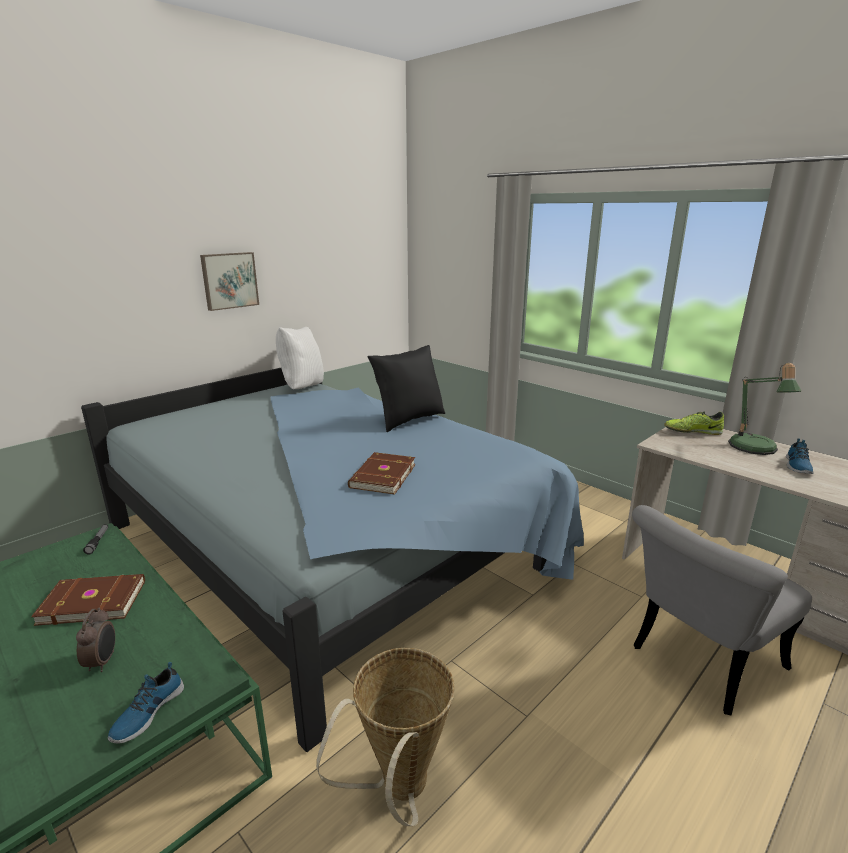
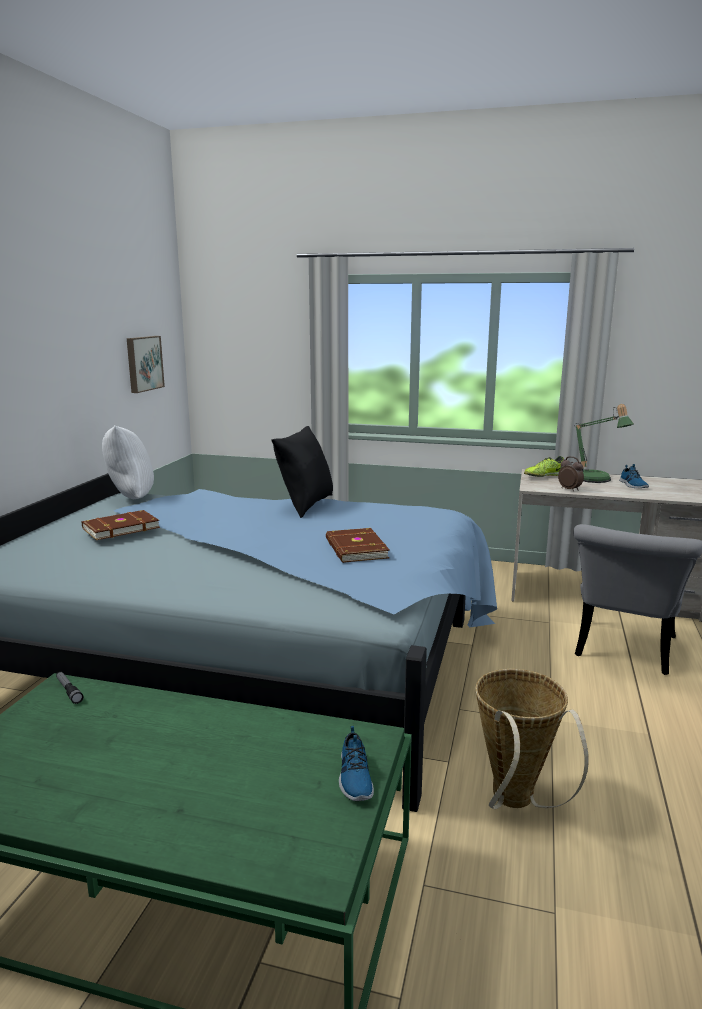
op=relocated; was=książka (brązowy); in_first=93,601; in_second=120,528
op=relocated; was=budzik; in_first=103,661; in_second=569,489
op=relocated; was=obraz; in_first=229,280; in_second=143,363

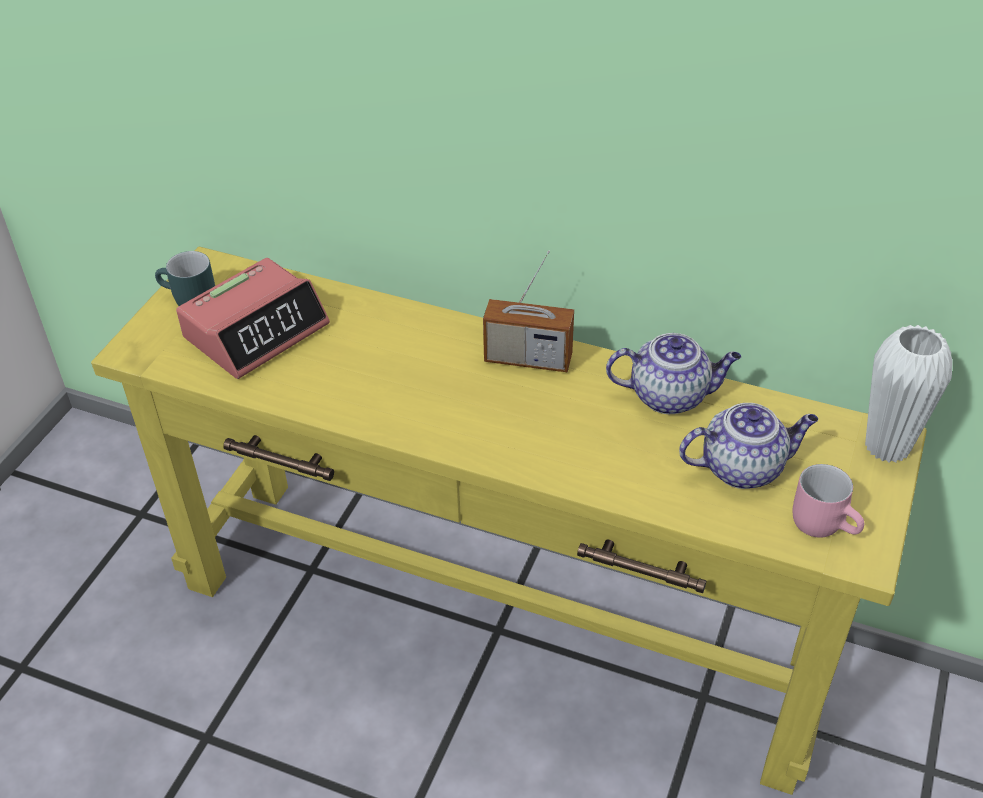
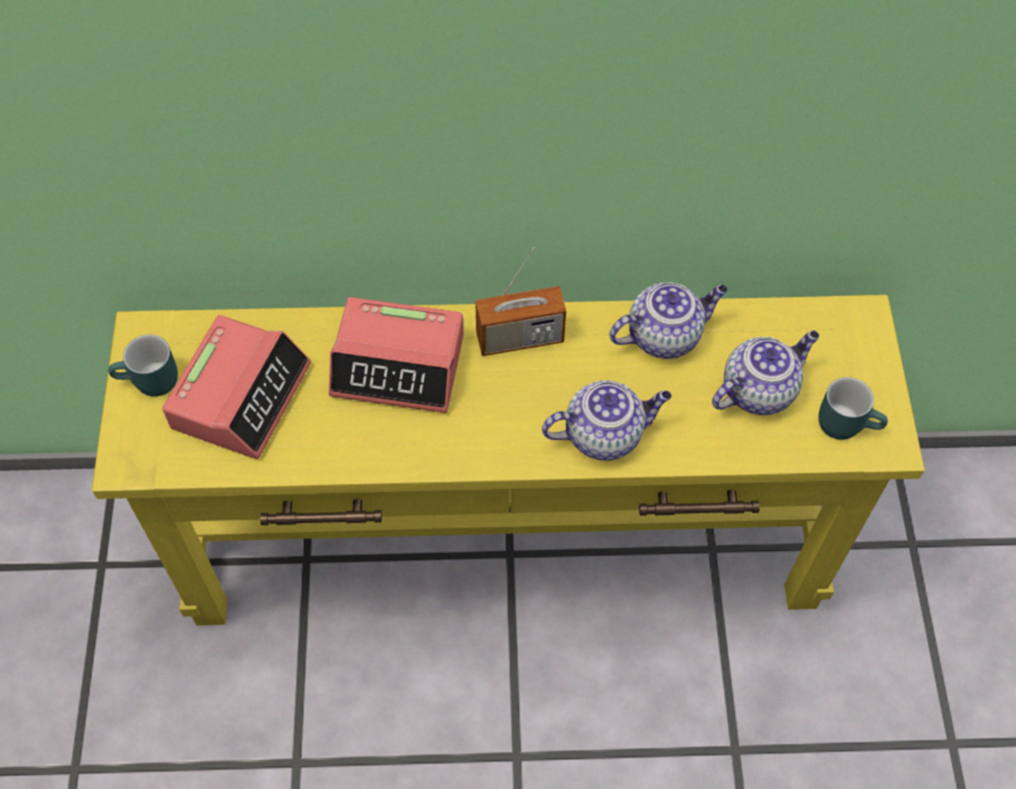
op=missing; was=wazon (biały); in_first=887,447
op=appeared; now=budzik; in_second=399,365
op=appeared; now=imbryk; in_second=604,434
op=colour; was=kubek (różowy); now=kubek (turkusowy); in_first=825,523; in_second=847,422

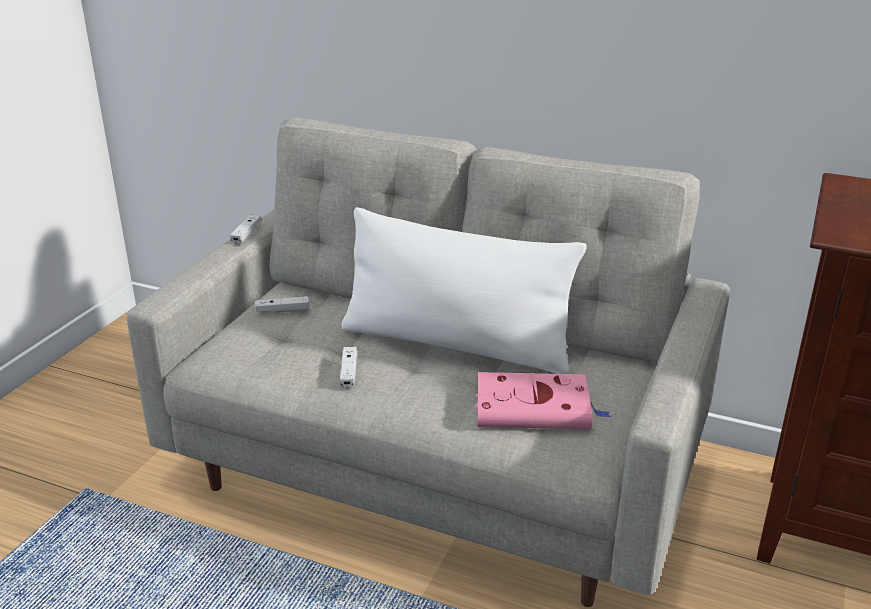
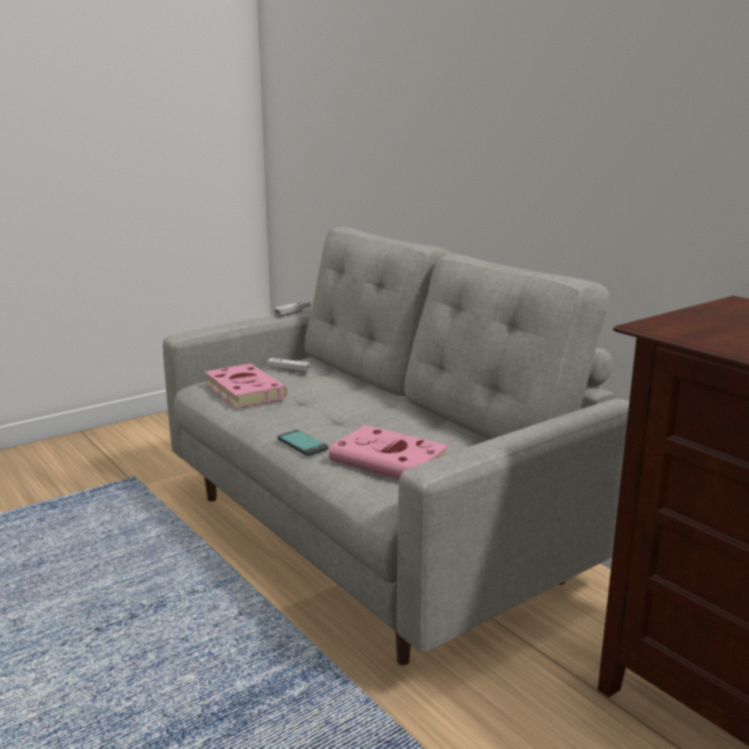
op=missing; was=pad do gier (biały); in_first=348,373
op=missing; was=poduszka (biały); in_first=456,344
op=appeared; now=książka (różowy); in_second=243,391
op=appeared; now=telefon; in_second=302,444

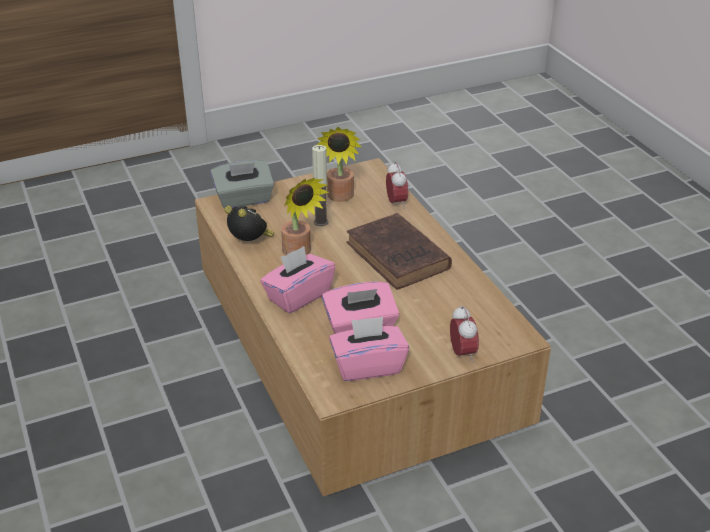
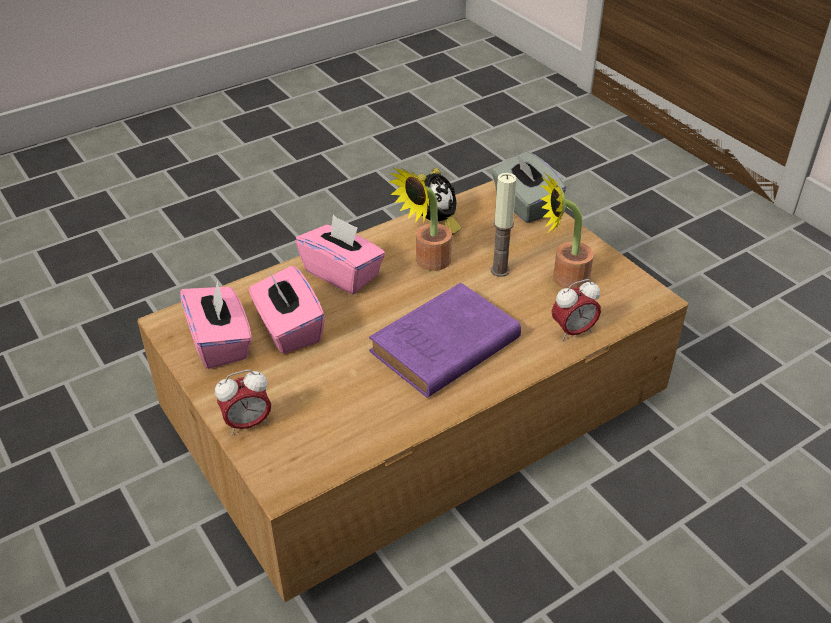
op=colour; was=książka (brązowy); now=książka (fioletowy); in_first=399,257; in_second=442,347

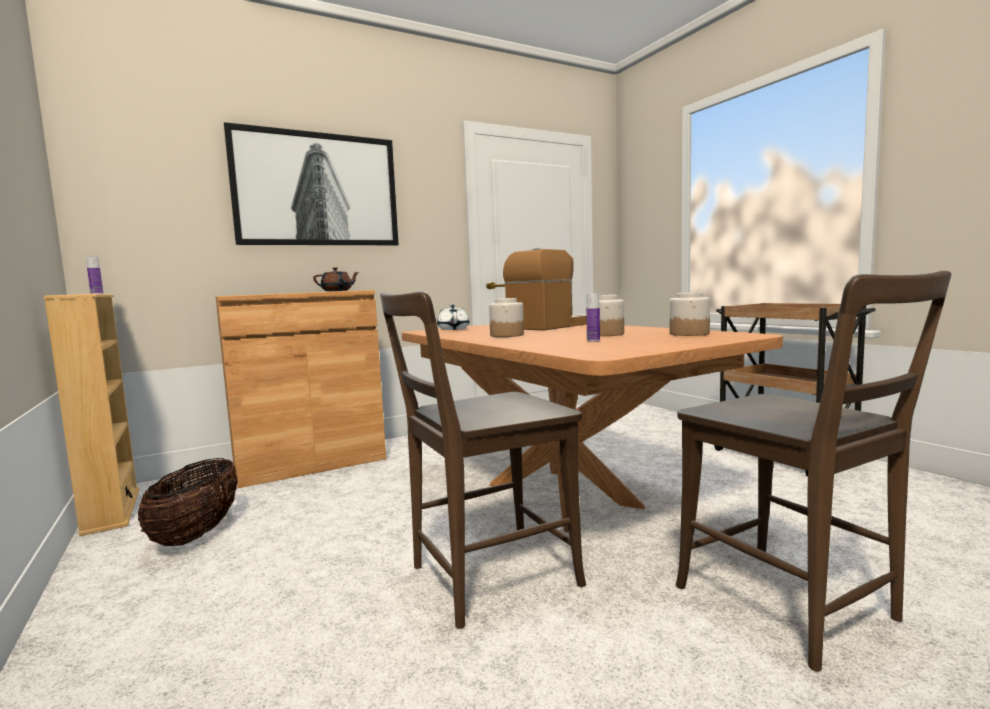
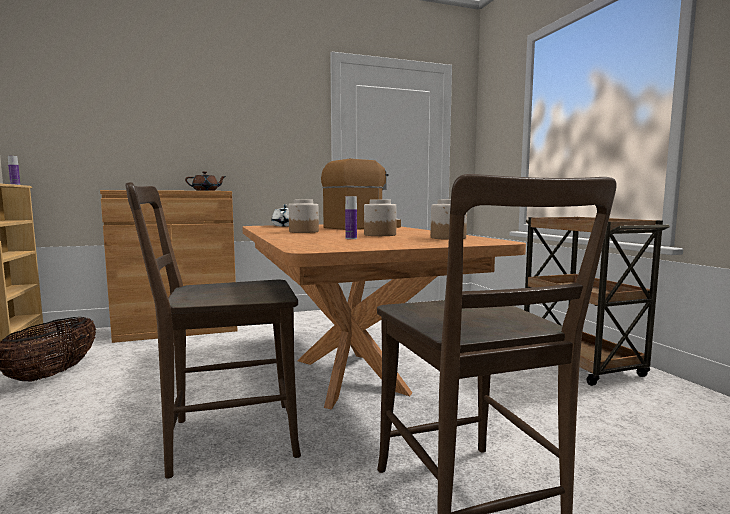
op=missing; was=obraz; in_first=317,190

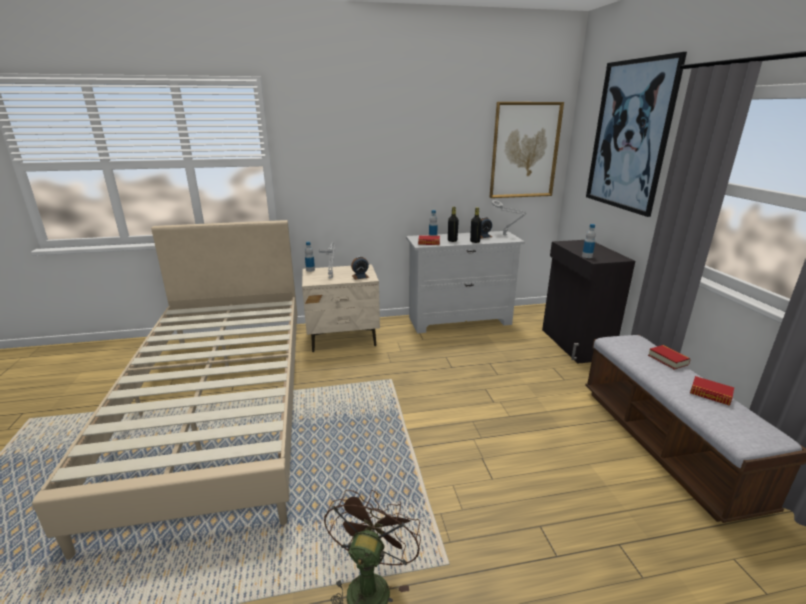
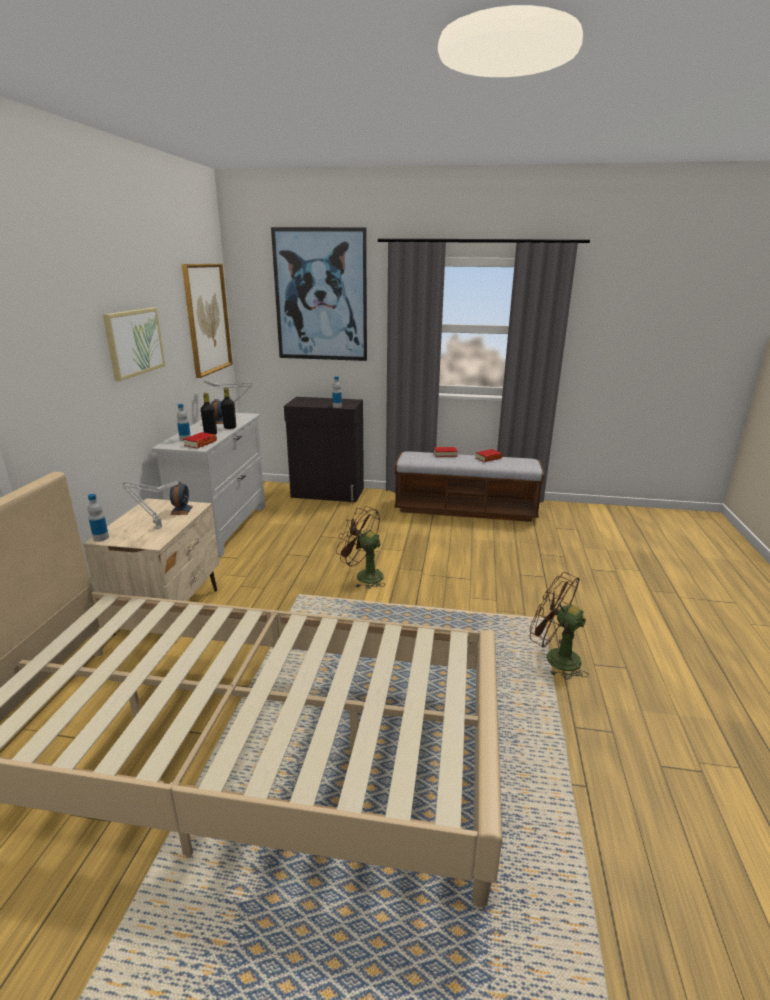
op=appeared; now=obraz; in_second=134,342
op=appeared; now=wentylator (brązowy); in_second=363,576

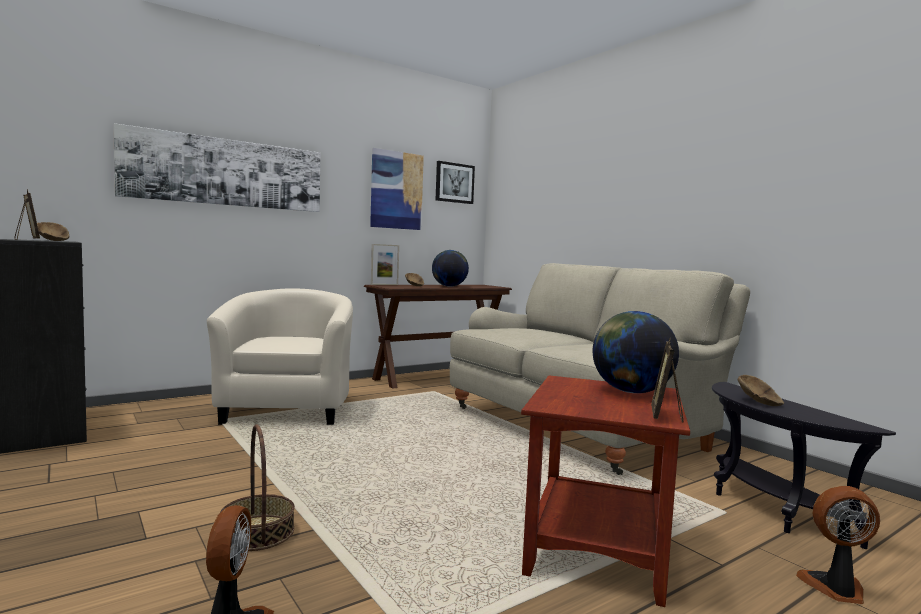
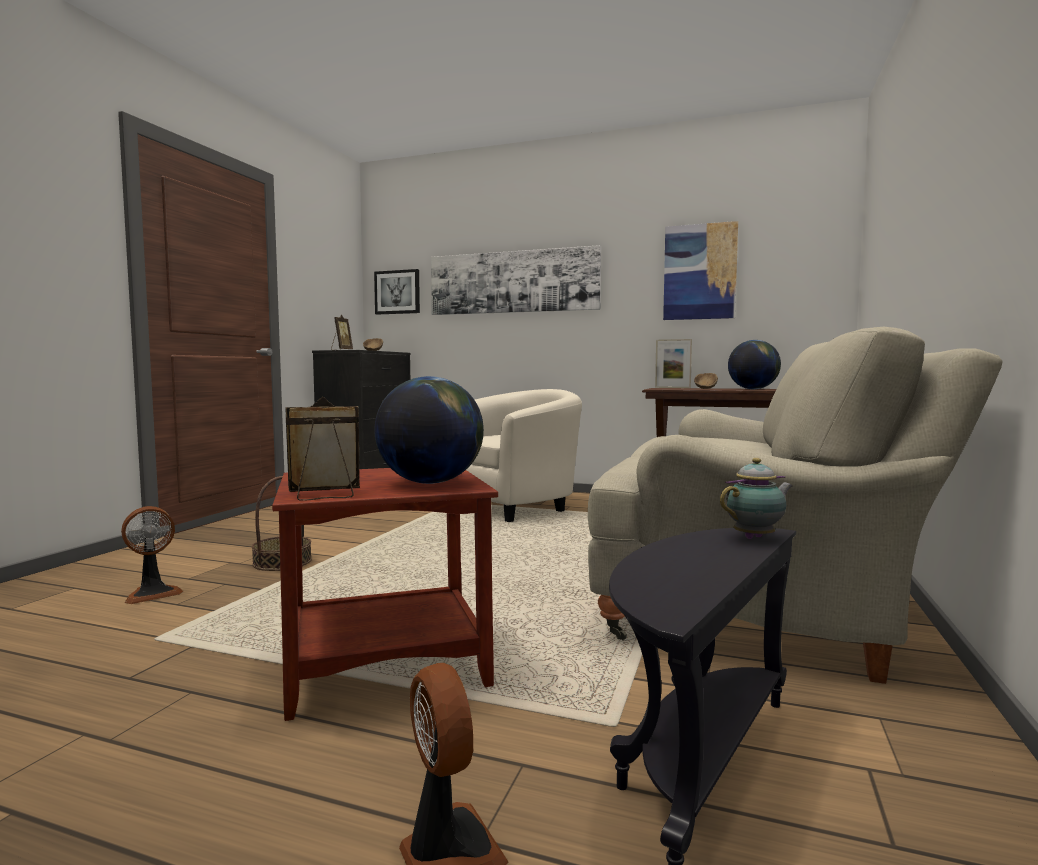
op=missing; was=miska (brązowy); in_first=759,402
op=appeared; now=imbryk; in_second=756,537
op=relocated; was=obraz; in_first=454,183; in_second=397,292

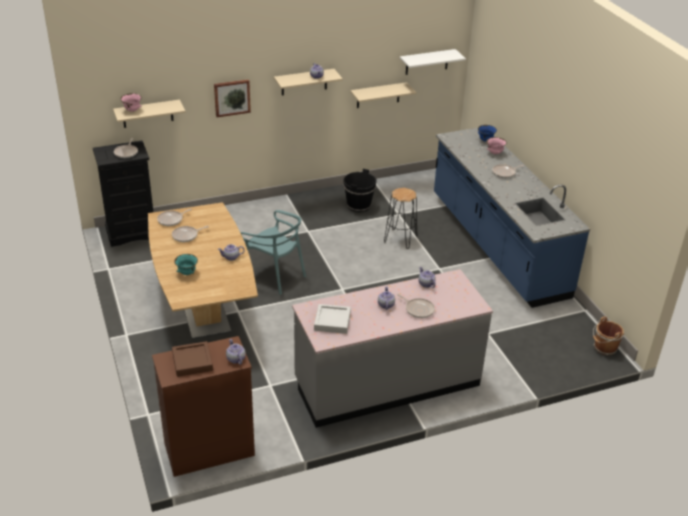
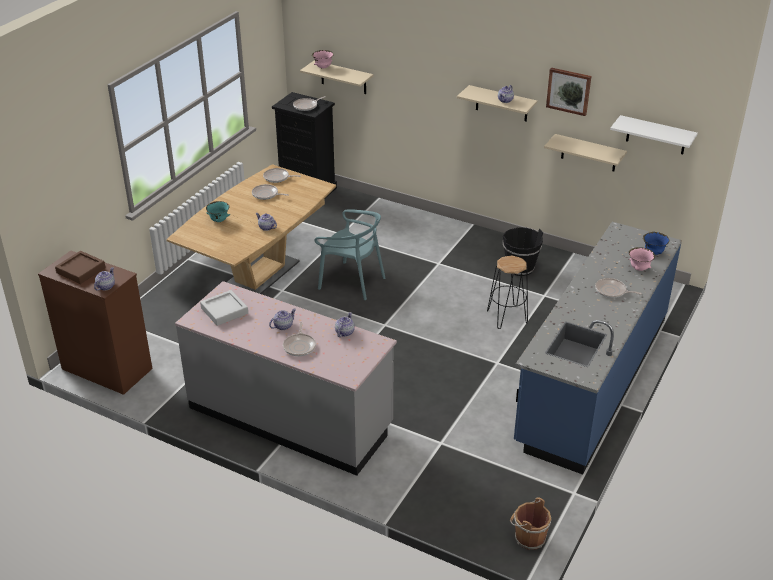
op=relocated; was=obraz; in_first=232,97; in_second=569,91
op=spun; was=krzesło (turkusowy); in_first=275,276; in_second=352,282; clockwise=-60

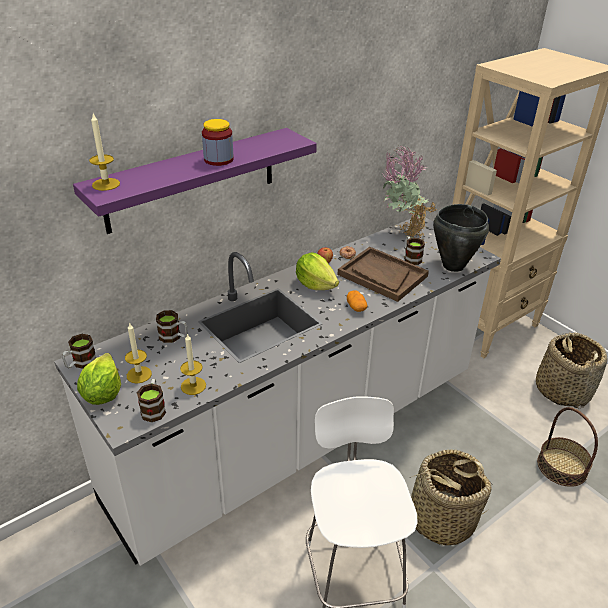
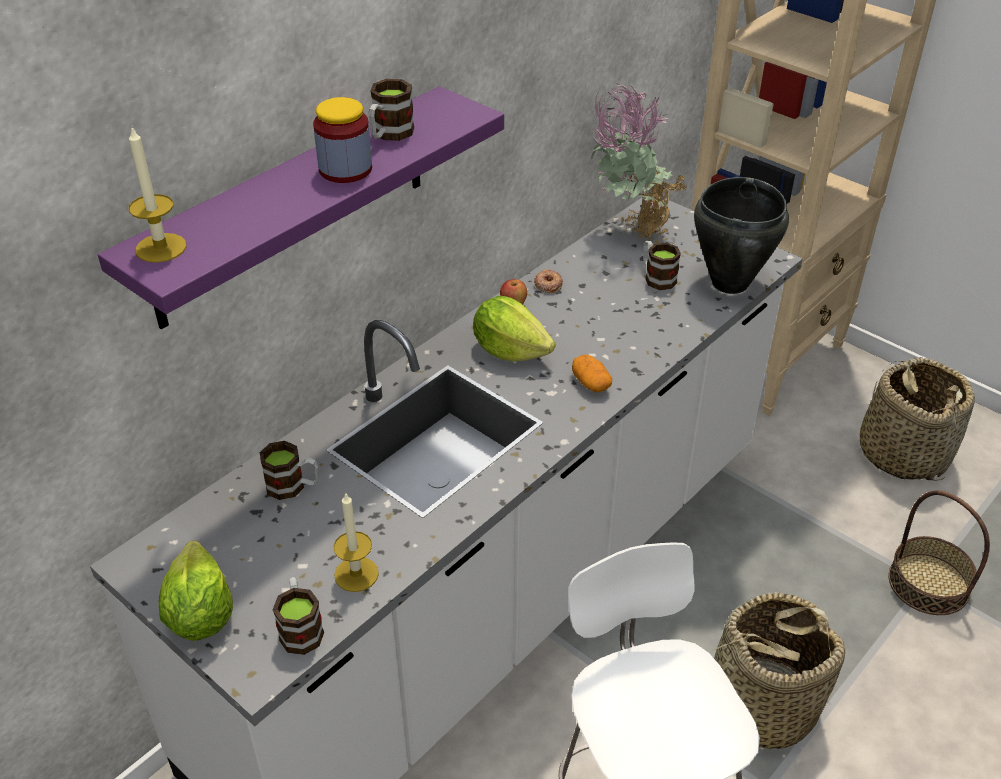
op=missing; was=świeca; in_first=139,374
op=missing; was=taca (brązowy); in_first=382,275
op=relocated; was=kubek; in_first=80,363; in_second=389,135

